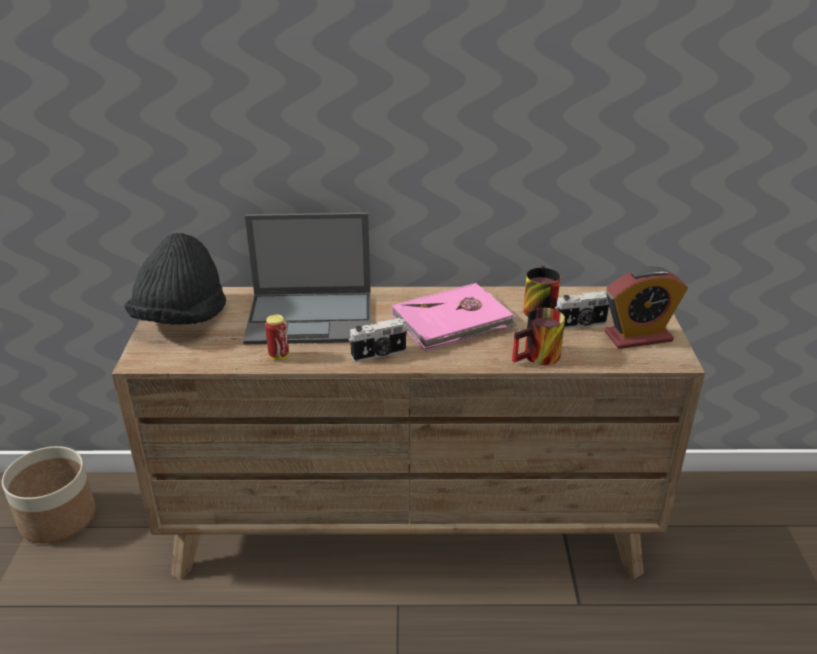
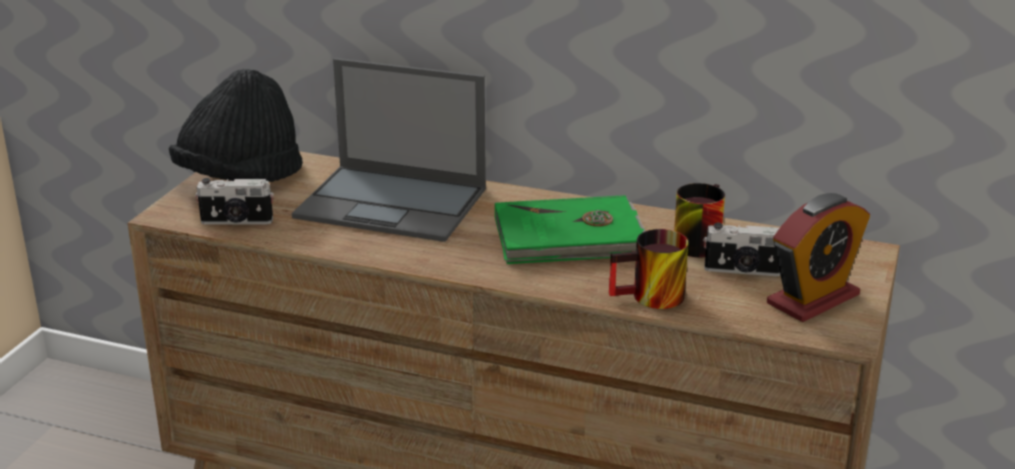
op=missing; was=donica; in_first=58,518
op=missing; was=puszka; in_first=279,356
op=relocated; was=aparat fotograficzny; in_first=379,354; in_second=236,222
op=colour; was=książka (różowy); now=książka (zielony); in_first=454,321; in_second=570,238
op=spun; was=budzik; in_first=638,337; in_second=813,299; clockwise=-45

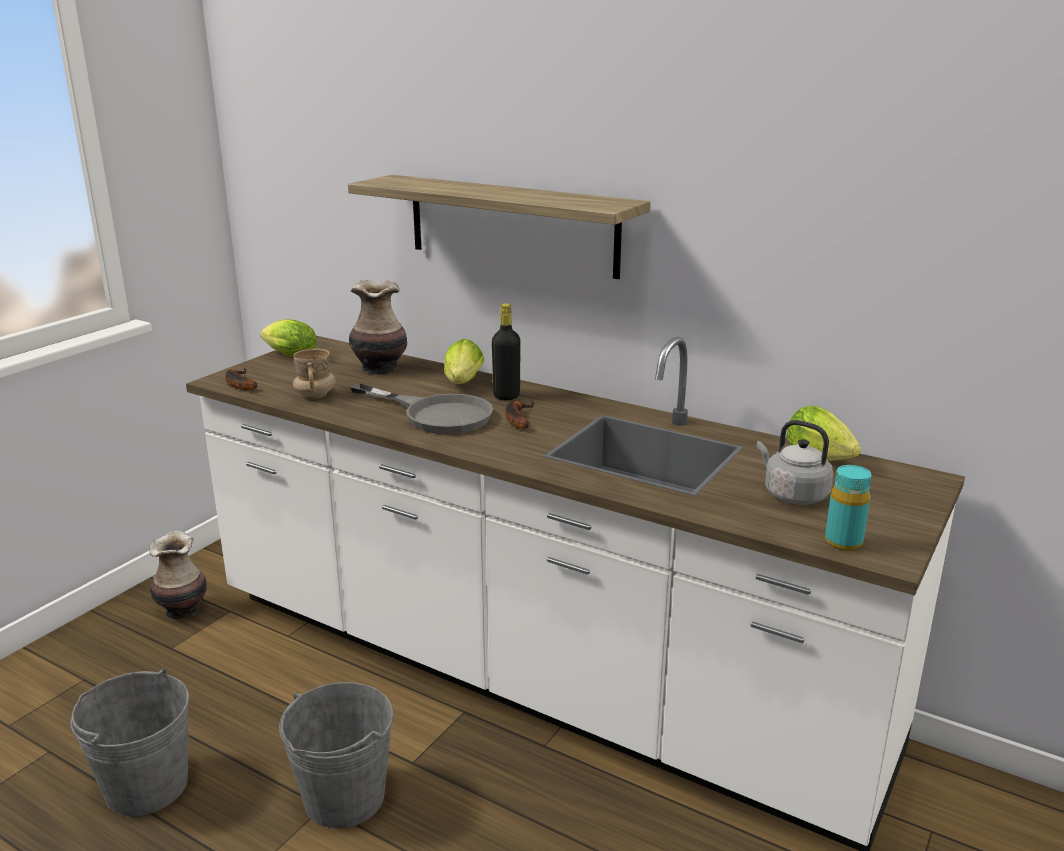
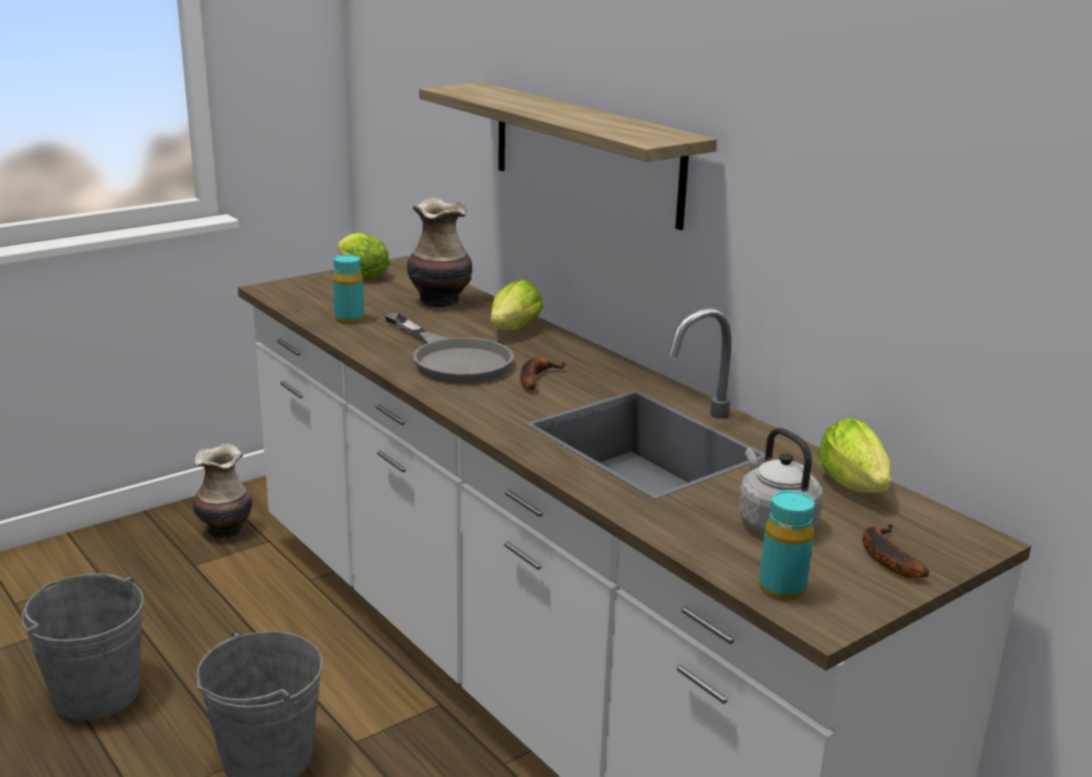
op=missing; was=butelka (czarny); in_first=506,396
op=relocated; was=banan; in_first=238,384; in_second=885,556
op=exchanged; was=kubek (beżowy); now=butelka (turkusowy); in_first=315,395; in_second=349,319

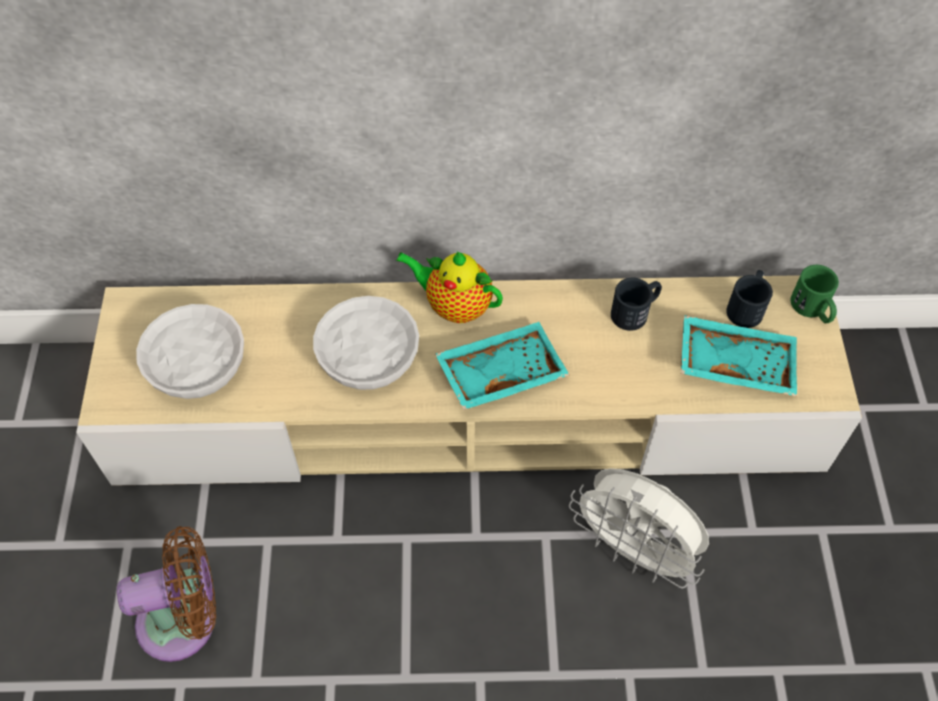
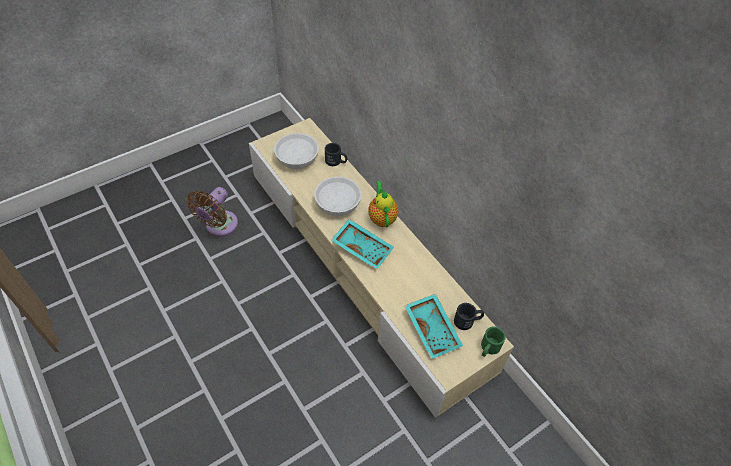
op=missing; was=wentylator (biały); in_first=634,551
op=relocated; was=kubek (czarny); in_first=635,311; in_second=336,161
op=spun; was=wentylator (brązowy); in_first=185,620; in_second=219,226; clockwise=75

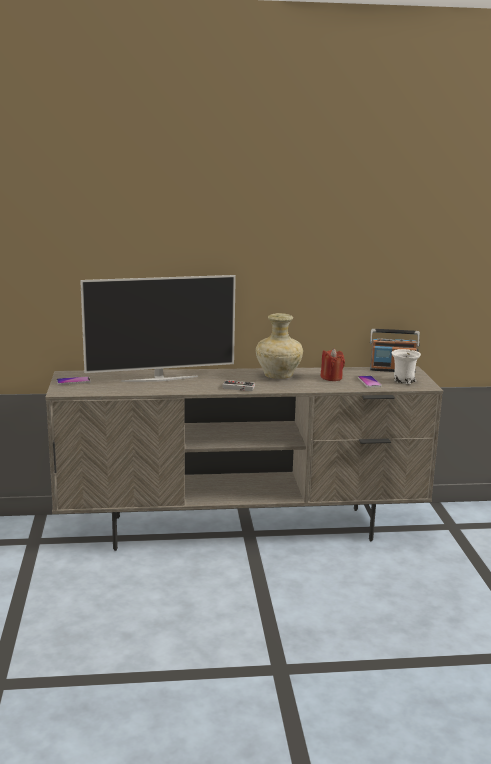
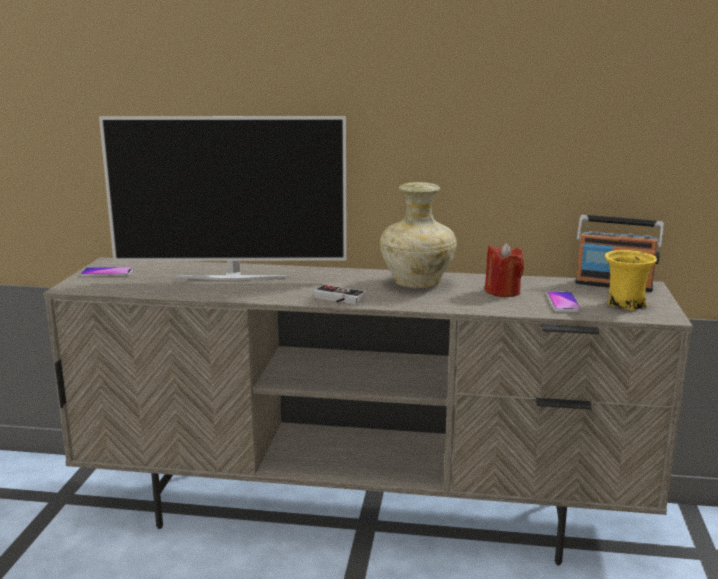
op=colour; was=kubek (biały); now=kubek (żółty); in_first=403,380; in_second=625,304

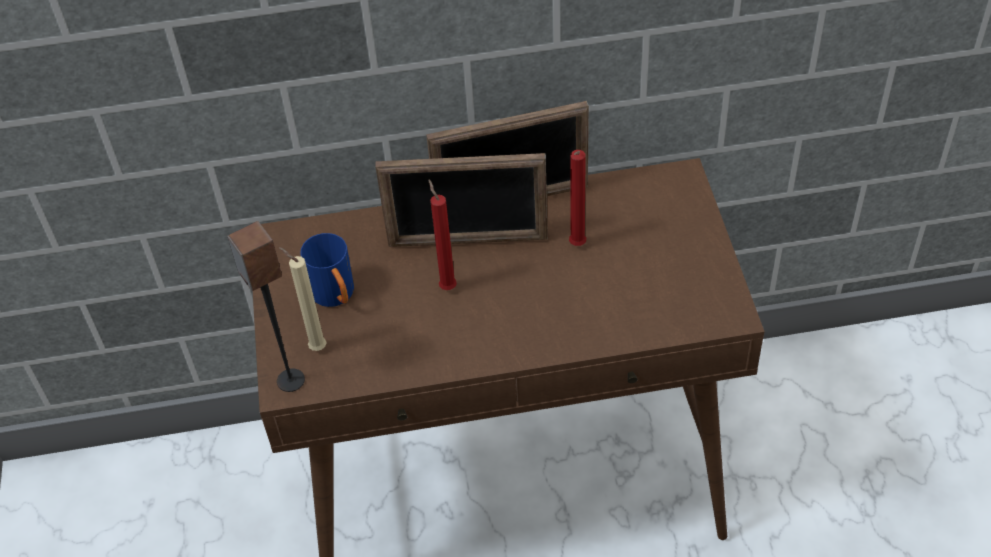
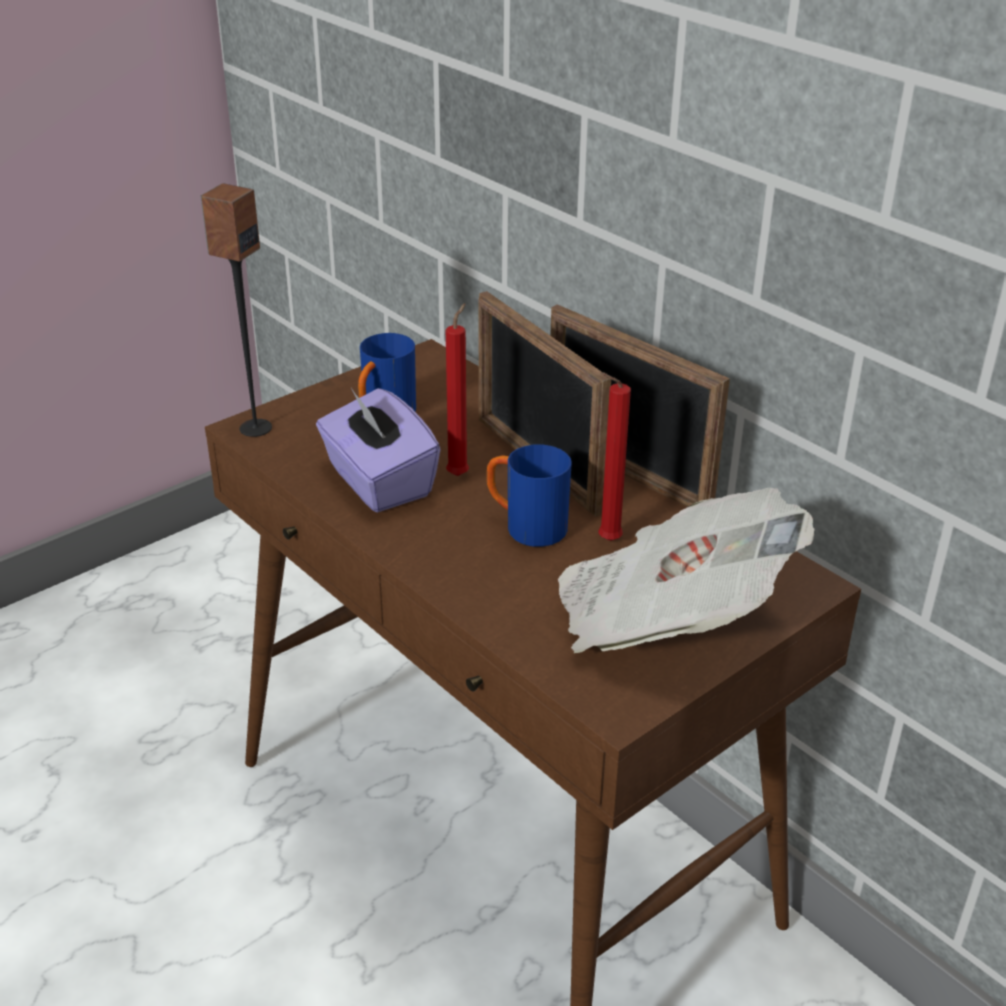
op=missing; was=świeca (beżowy); in_first=315,347
op=appeared; now=pudełko chusteczek (fioletowy); in_second=378,482
op=appeared; now=kubek (niebieski); in_second=525,527
op=appeared; now=gazeta; in_second=667,619

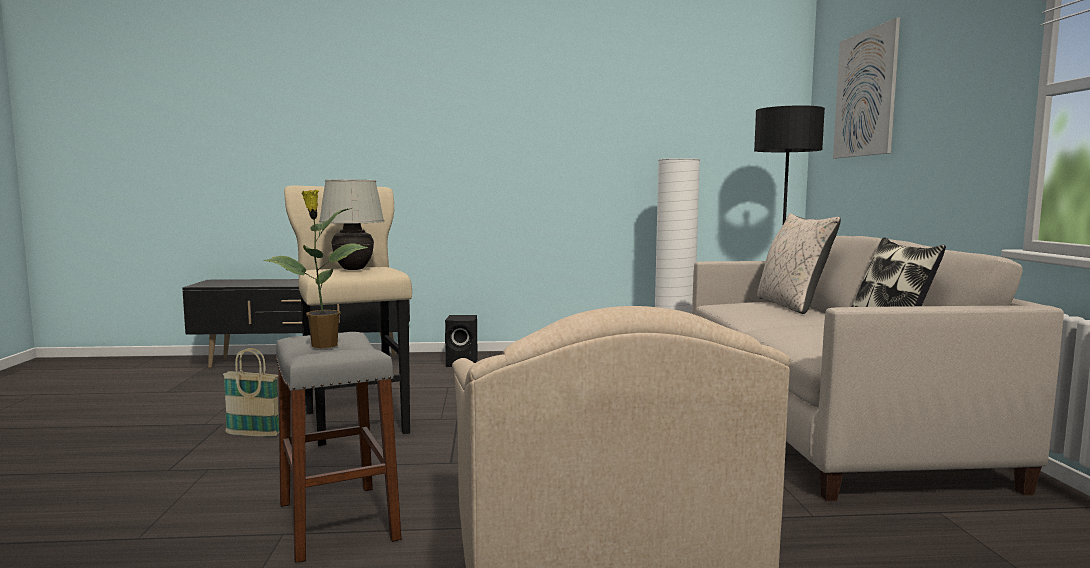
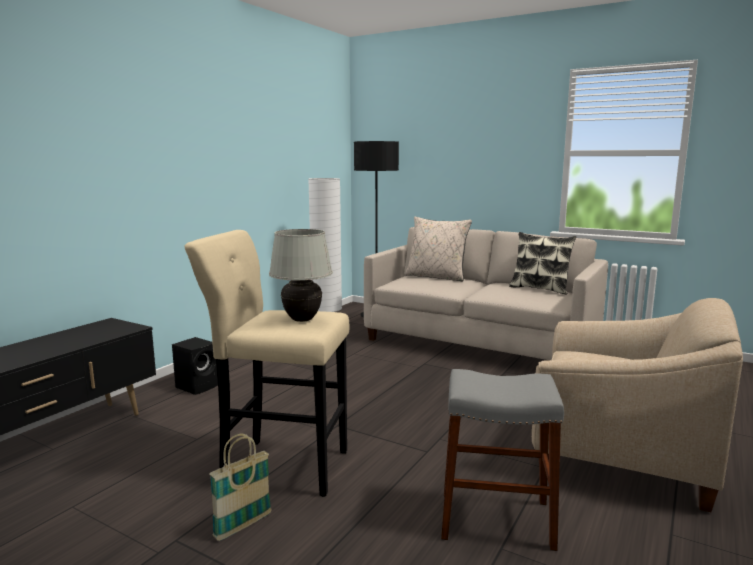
op=missing; was=roślina doniczkowa; in_first=323,345
op=missing; was=obraz; in_first=865,94

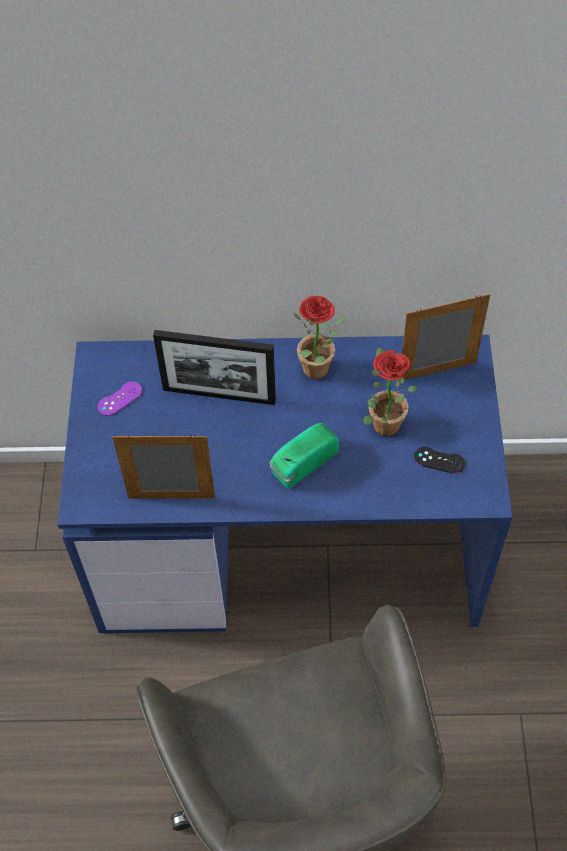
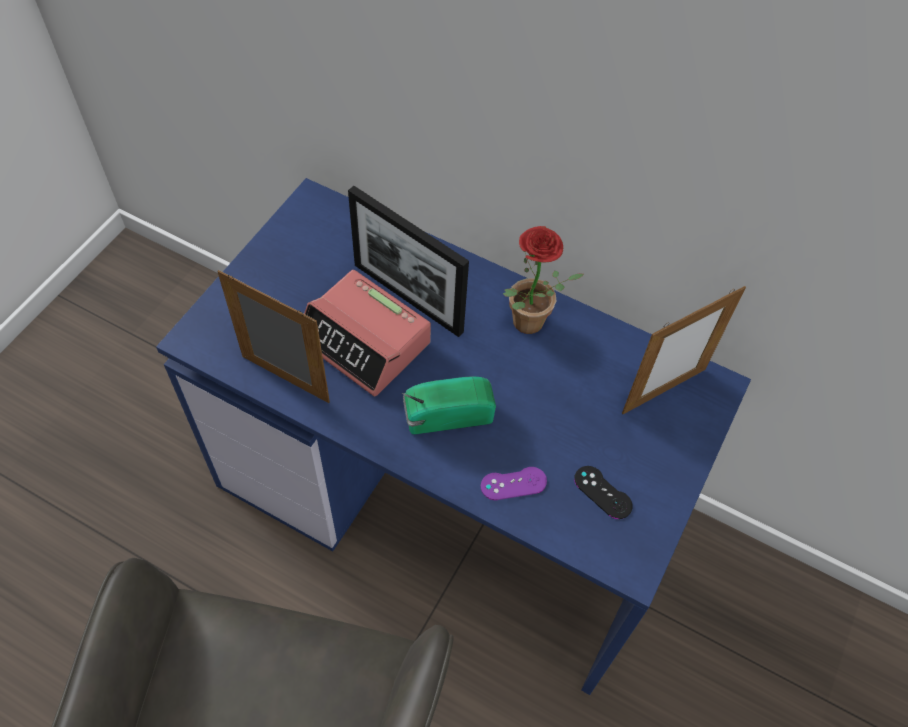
op=missing; was=roślina doniczkowa; in_first=382,421
op=appeared; now=budzik; in_second=365,341
op=relocated; was=pad do gier (fioletowy); in_first=120,398; in_second=513,483
op=spun; was=ramka na zdjęcie; in_first=437,371; in_second=664,391; clockwise=135

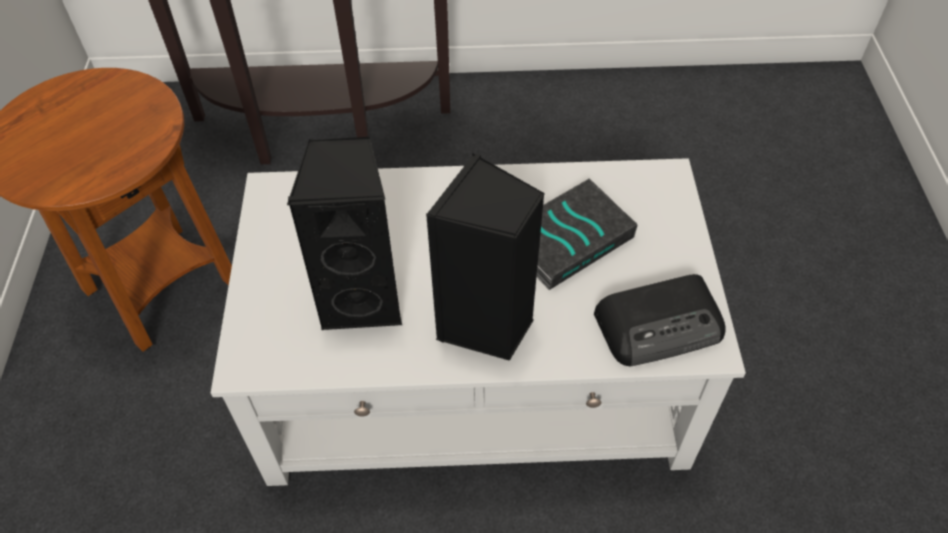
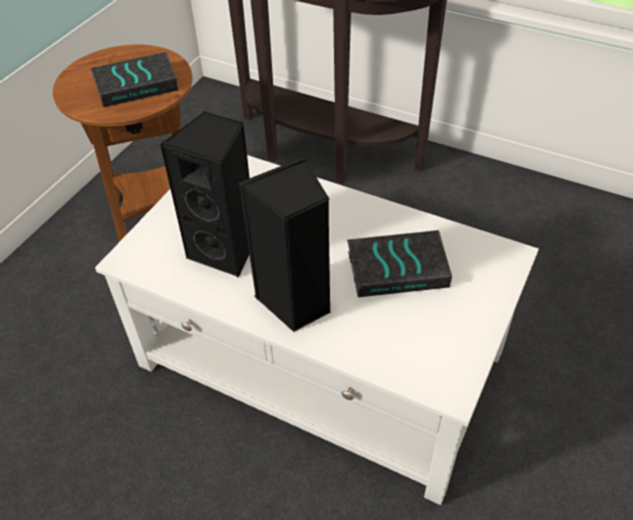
op=missing; was=radio; in_first=661,325
op=appeared; now=książka; in_second=137,84

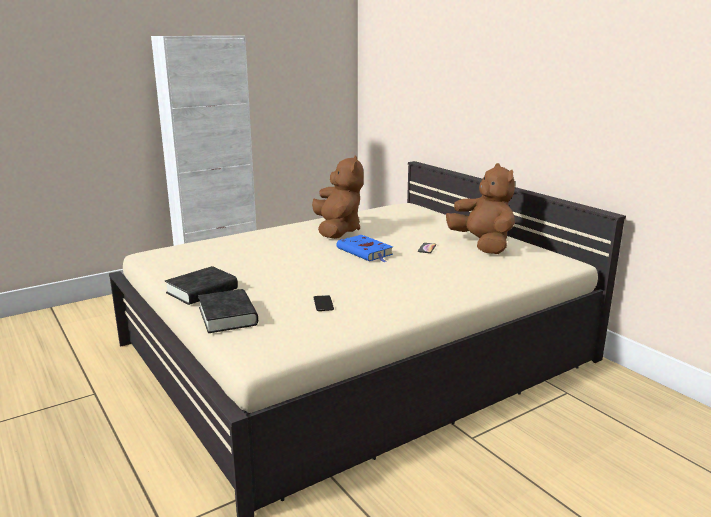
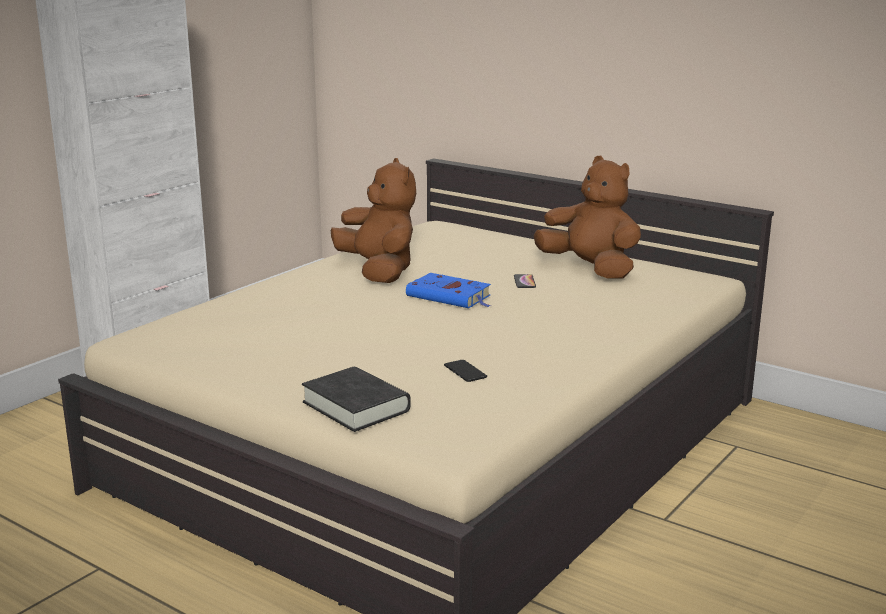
op=missing; was=książka (czarny); in_first=202,291

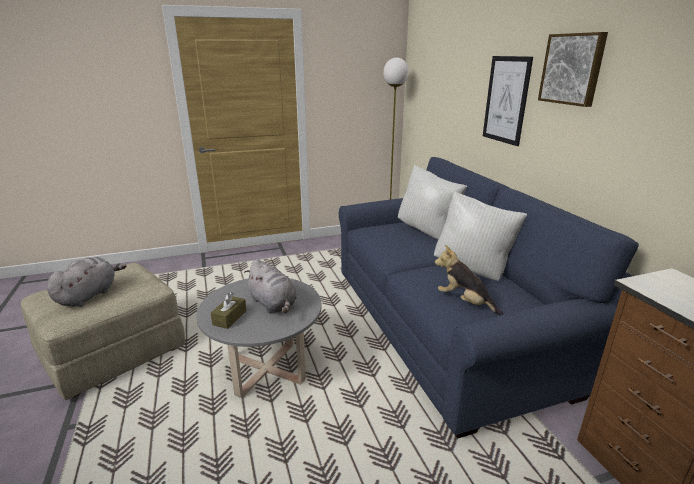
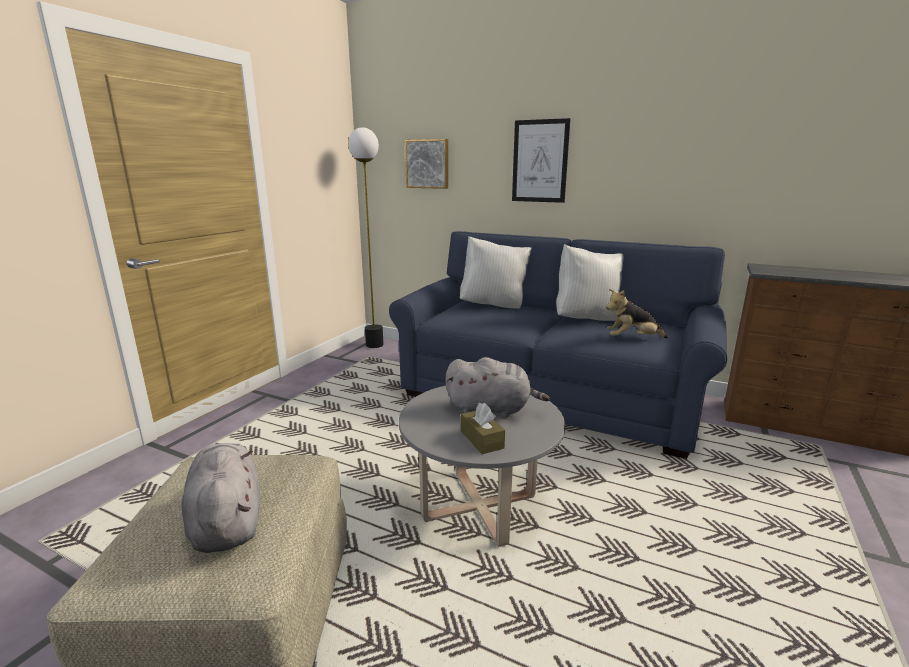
op=relocated; was=obraz; in_first=572,69; in_second=427,164

